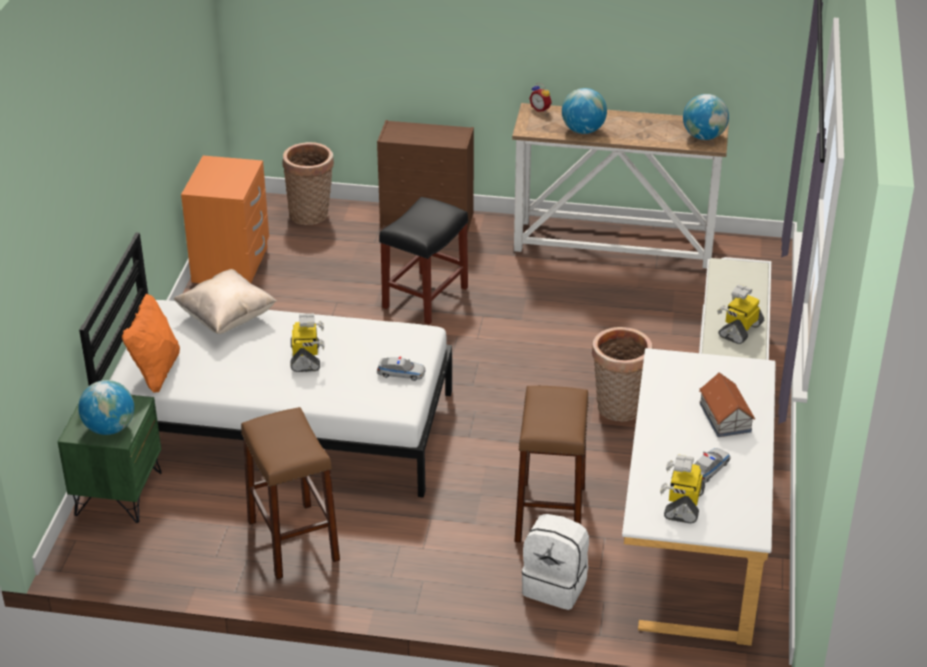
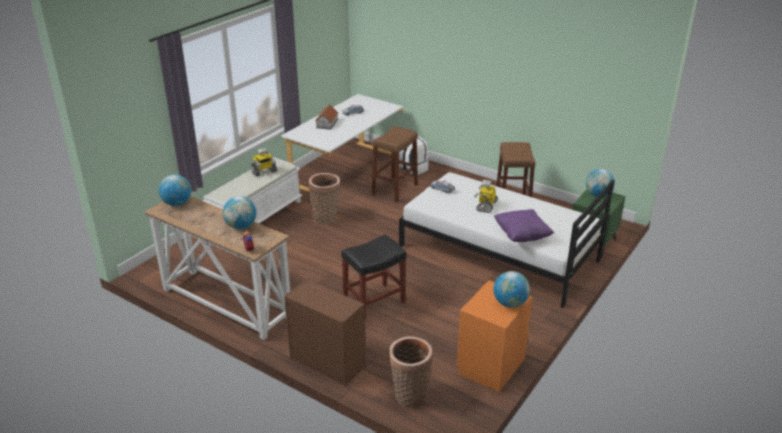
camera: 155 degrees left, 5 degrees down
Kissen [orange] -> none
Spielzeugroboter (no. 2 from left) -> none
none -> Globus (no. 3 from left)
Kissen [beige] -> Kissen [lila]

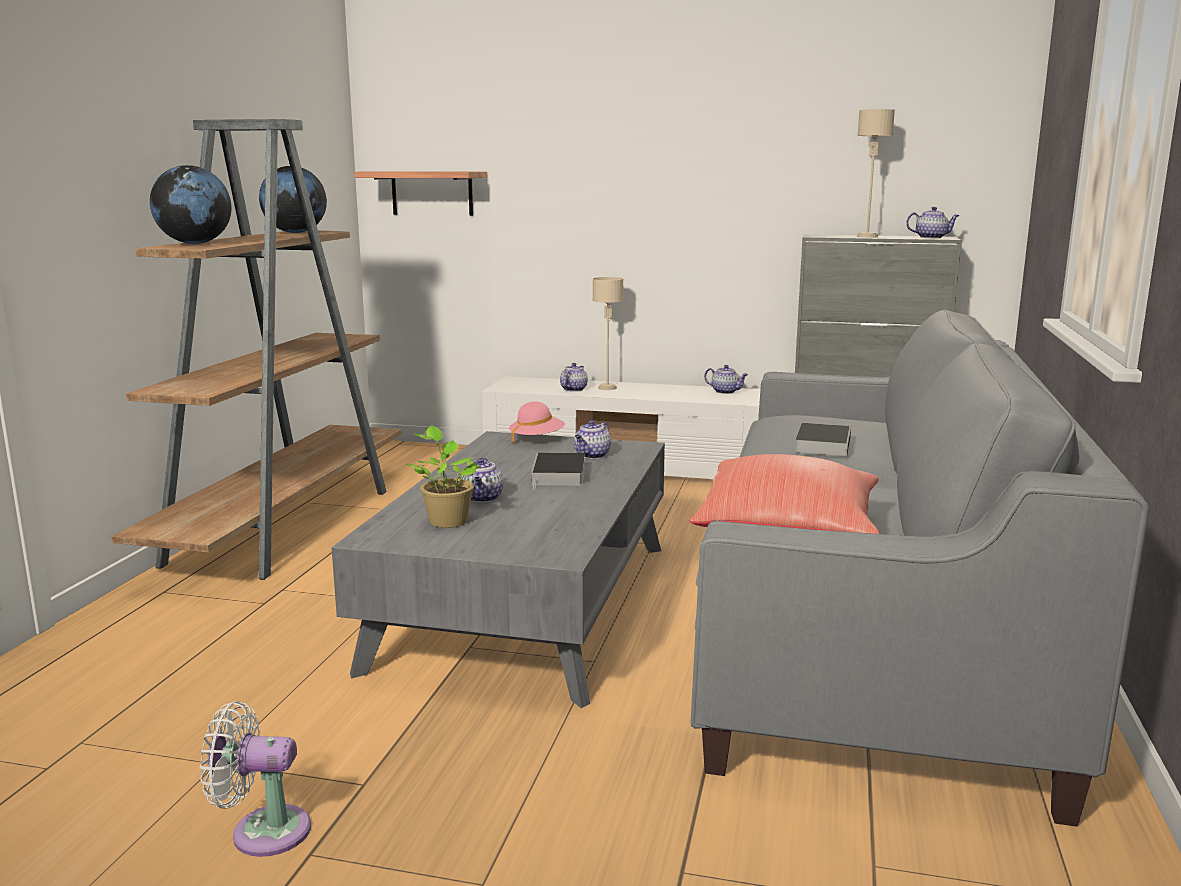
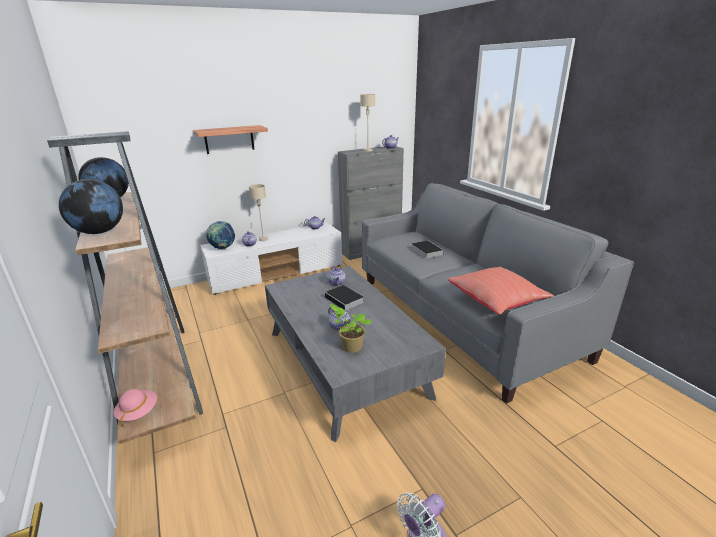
camera: 40 degrees left, 10 degrees up
none -> Globus (no. 3 from left)
Wandregal, shifted
Hut [rosa], shifted

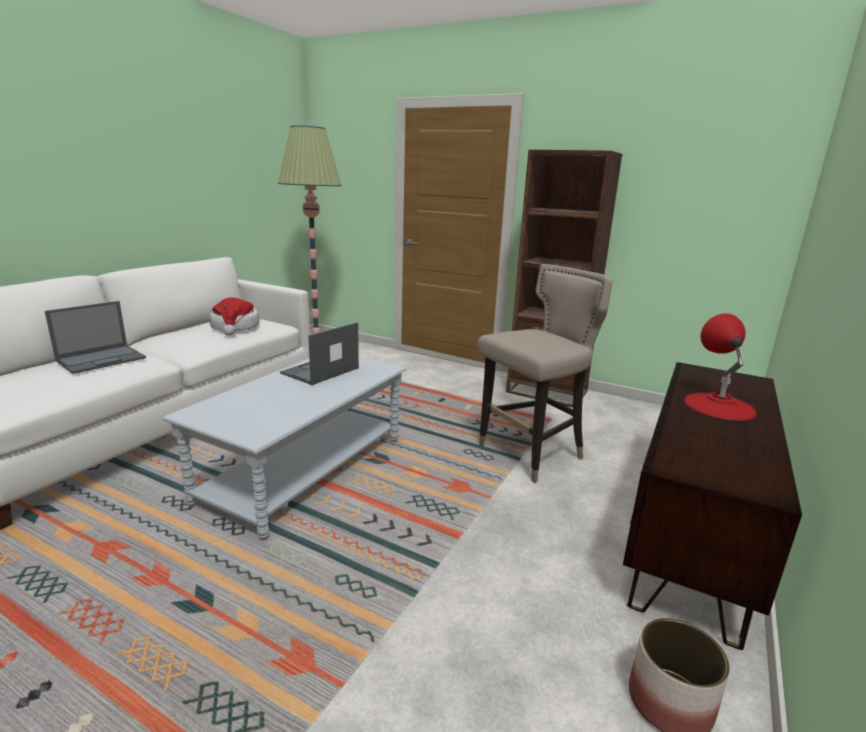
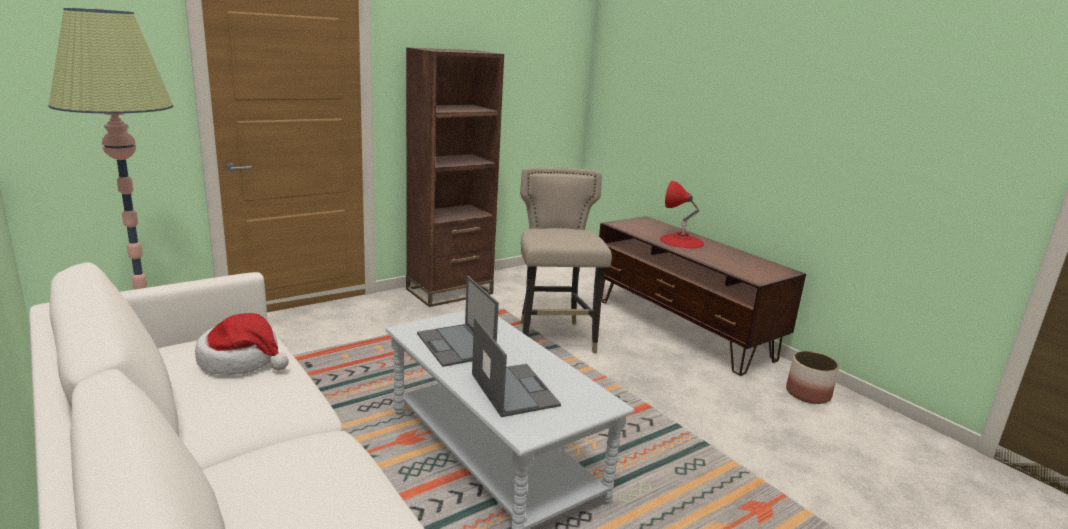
camera: 65 degrees left, 0 degrees up
Laptop (no. 1 from left in the first image) -> Laptop (no. 2 from left), shifted

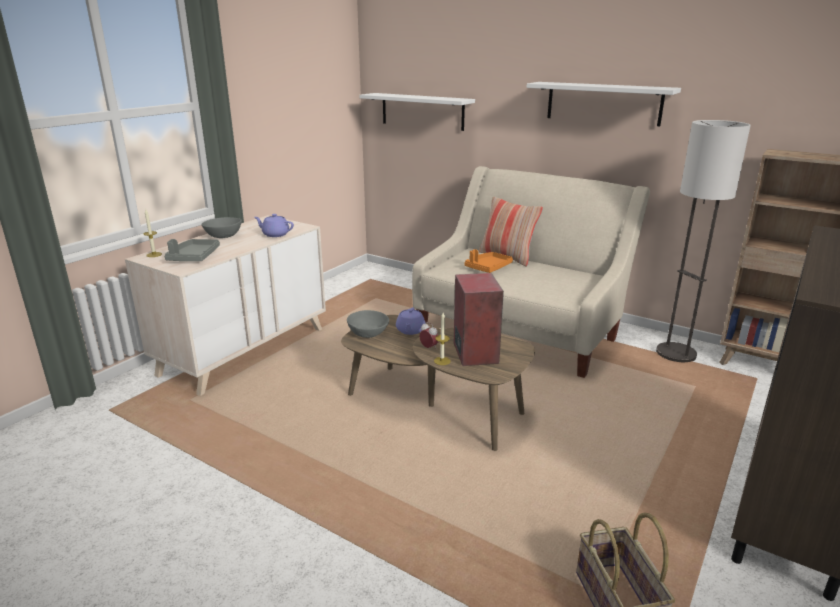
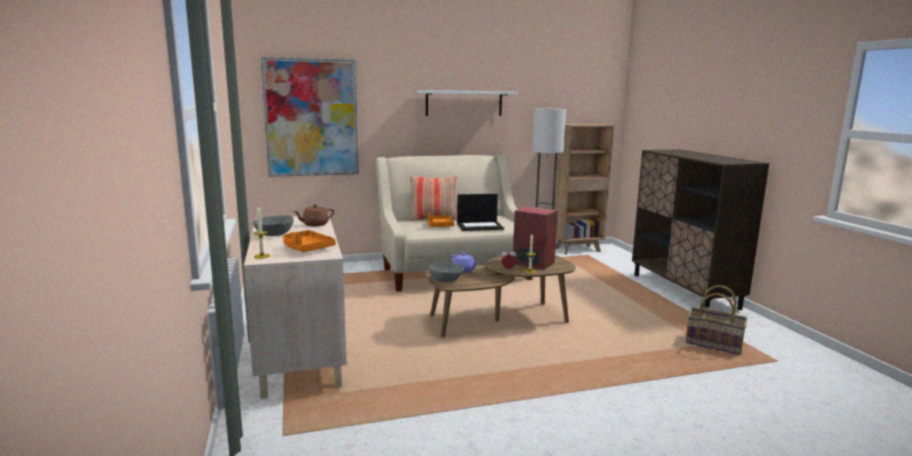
camera: 50 degrees left, 10 degrees down
none -> Laptop
Wandregal [weiß] (no. 1 from left) -> Bild
Tablett [grau] -> Tablett [orange] (no. 1 from left)
Teekanne [lila] (no. 1 from left) -> Teekanne [braun]

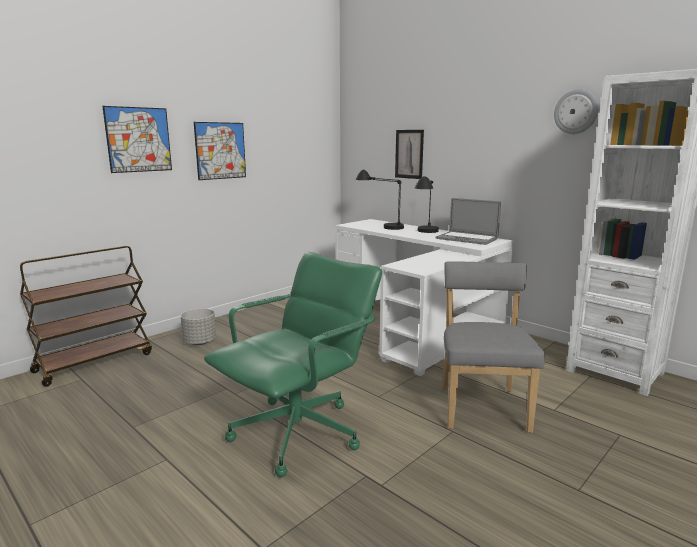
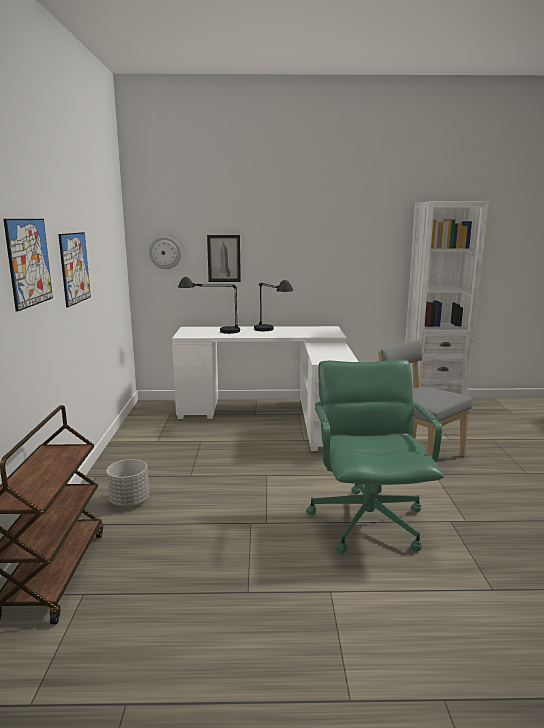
camera: 45 degrees left, 0 degrees up
Laptop -> none
Wanduhr, shifted

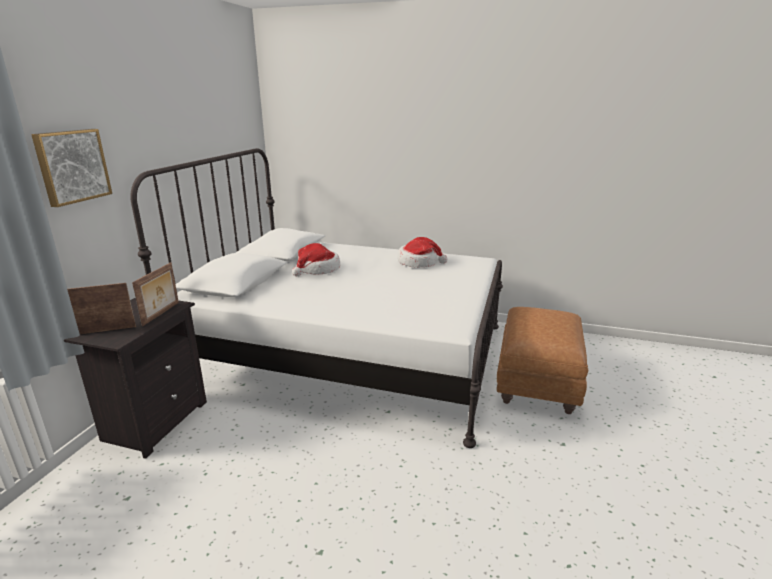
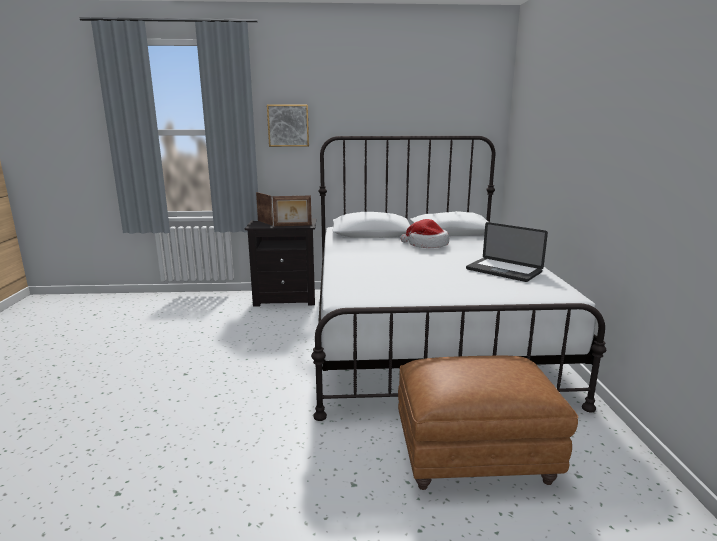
camera: 70 degrees right, 5 degrees down
Hut (no. 2 from left) -> Laptop

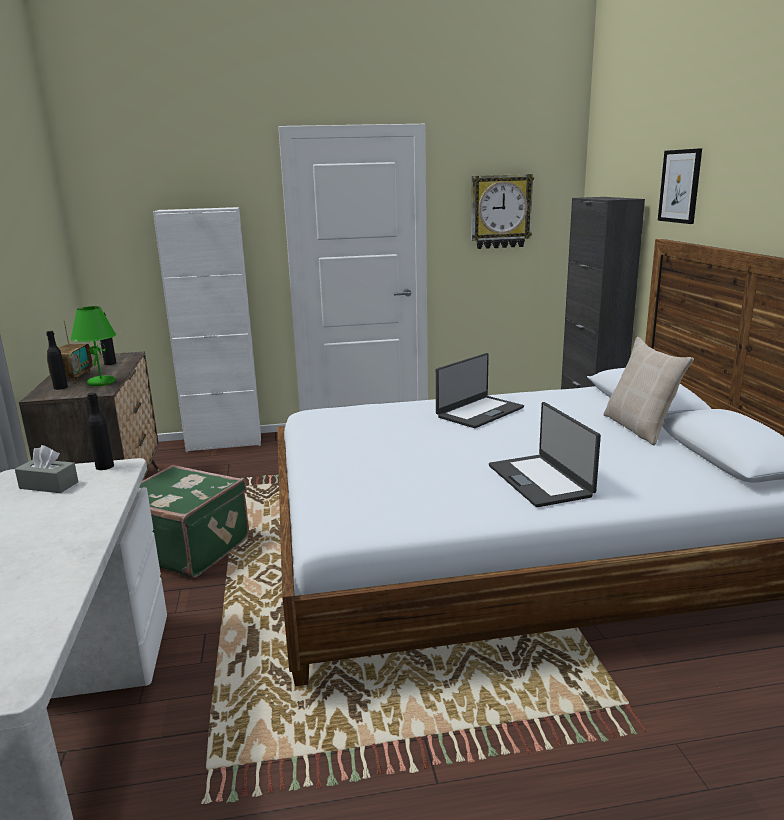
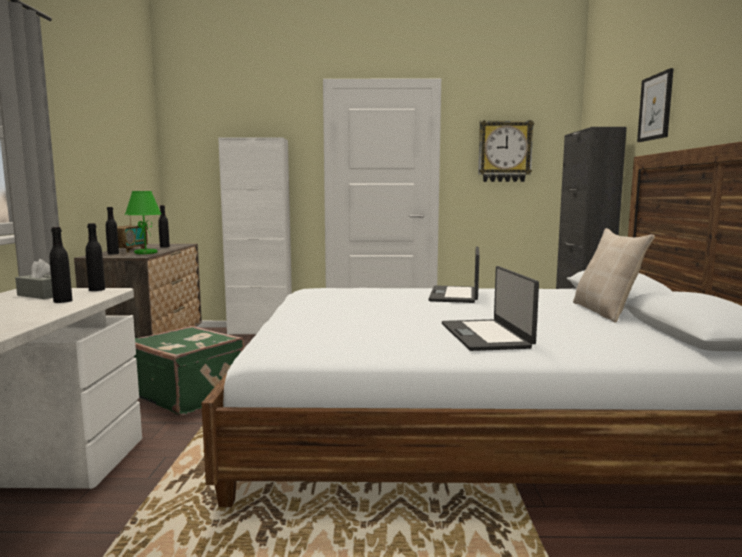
camera: 10 degrees right, 10 degrees down
none -> Flasche [schwarz] (no. 1 from left)
Laptop (no. 1 from left), 135 degrees clockwise

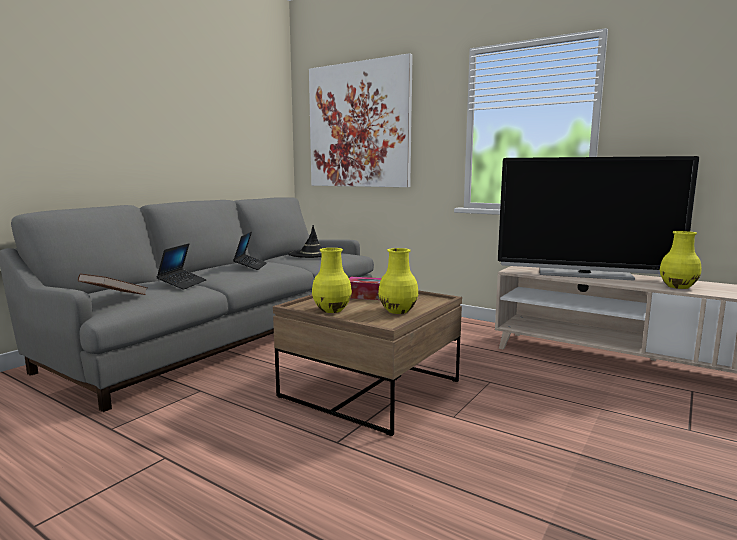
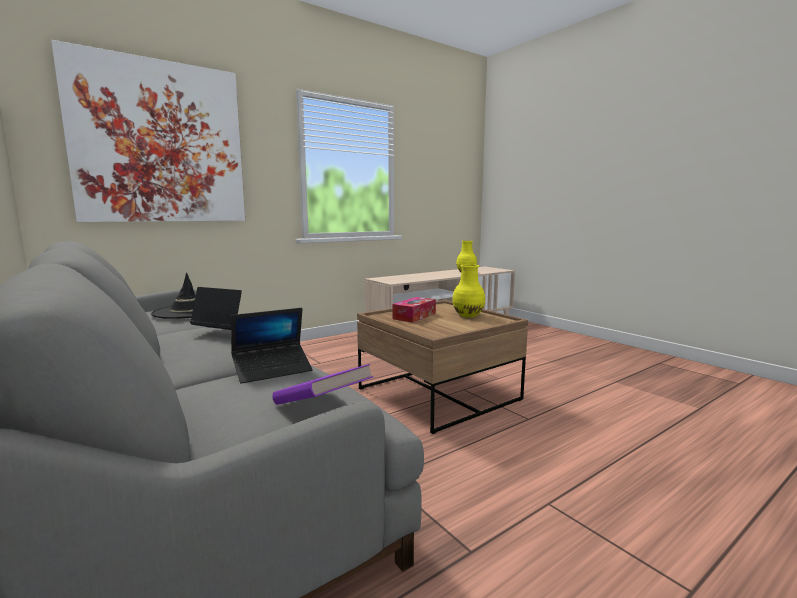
camera: 70 degrees left, 0 degrees up
Vase [gelb] (no. 1 from left) -> none
Fernseher -> none
Buch [braun] -> Buch [lila]
Laptop (no. 1 from left in the first image) -> Laptop (no. 2 from left), 120 degrees clockwise

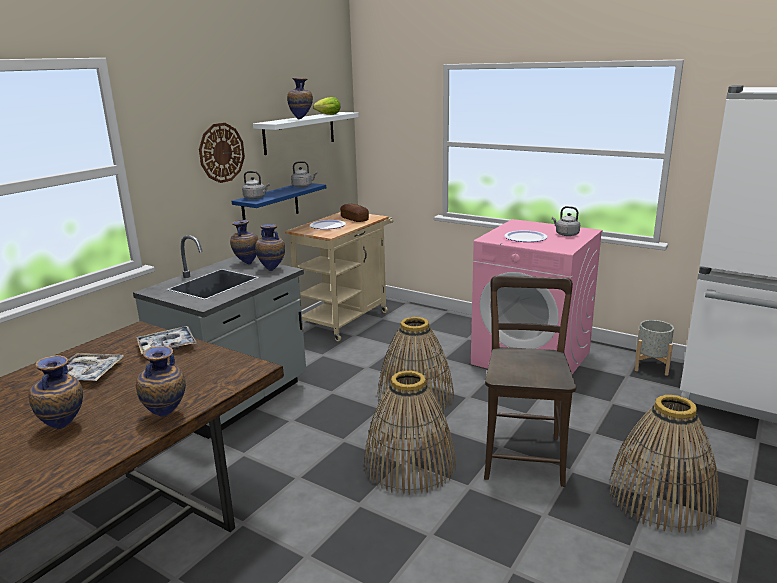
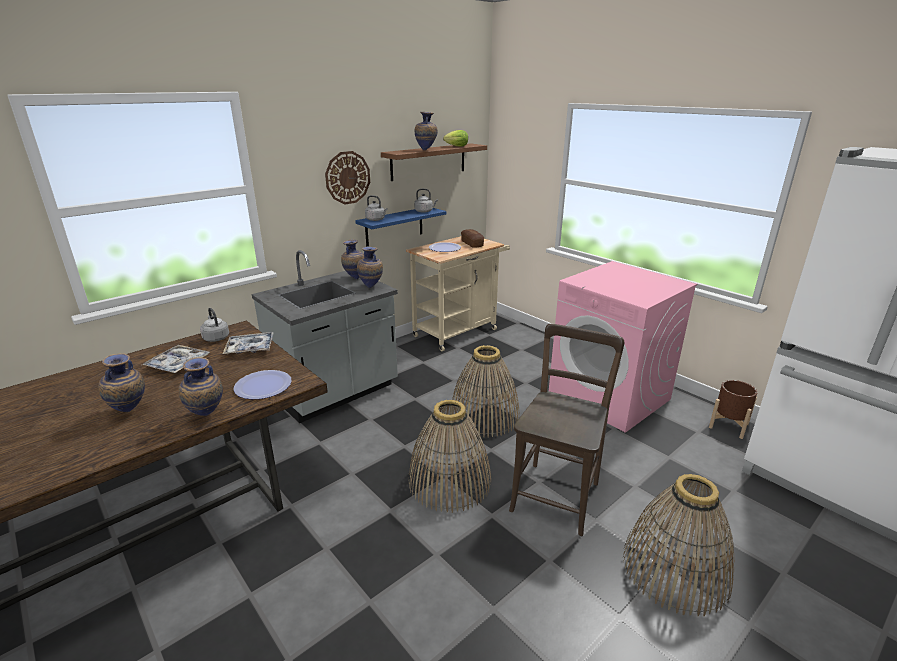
camera: 15 degrees right, 5 degrees up
Teller (no. 2 from left in the first image) -> Teller (no. 1 from left), shifted
Wasserkessel [grau] (no. 3 from left in the first image) -> Wasserkessel [grau] (no. 1 from left), shifted
Wandregal [weiß] -> Wandregal [braun]
Pflanzkübel [grau] -> Pflanzkübel [braun]

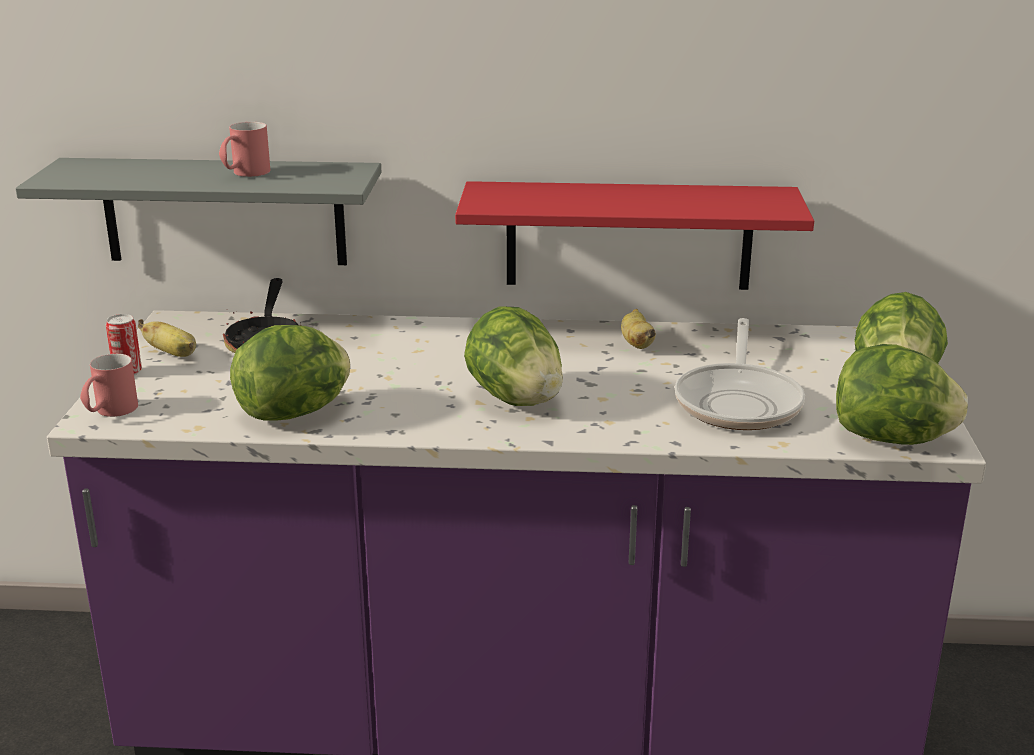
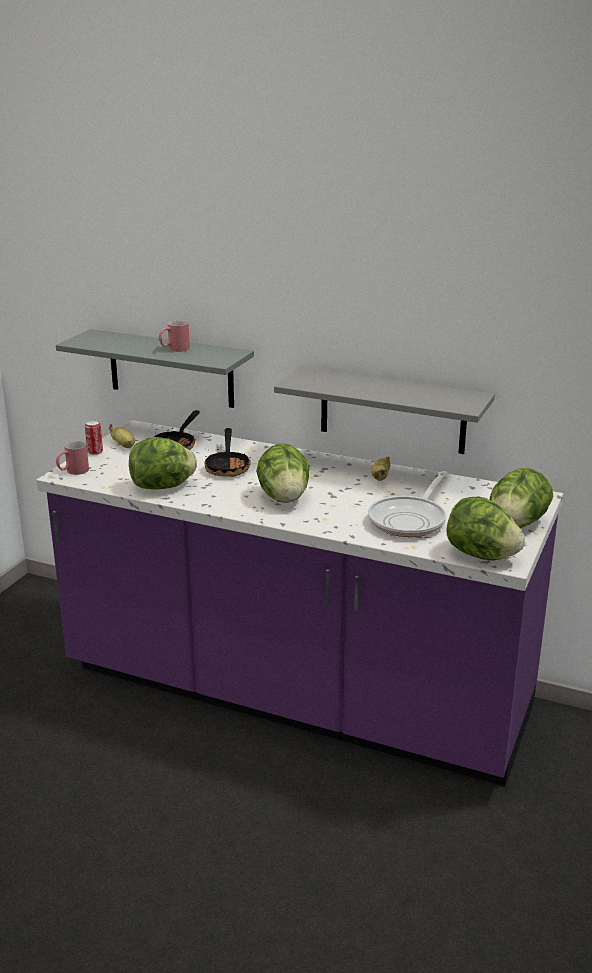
camera: 20 degrees right, 0 degrees up
none -> Pfanne (no. 2 from left)
Wandregal [rot] -> Wandregal [grau] (no. 2 from left)

